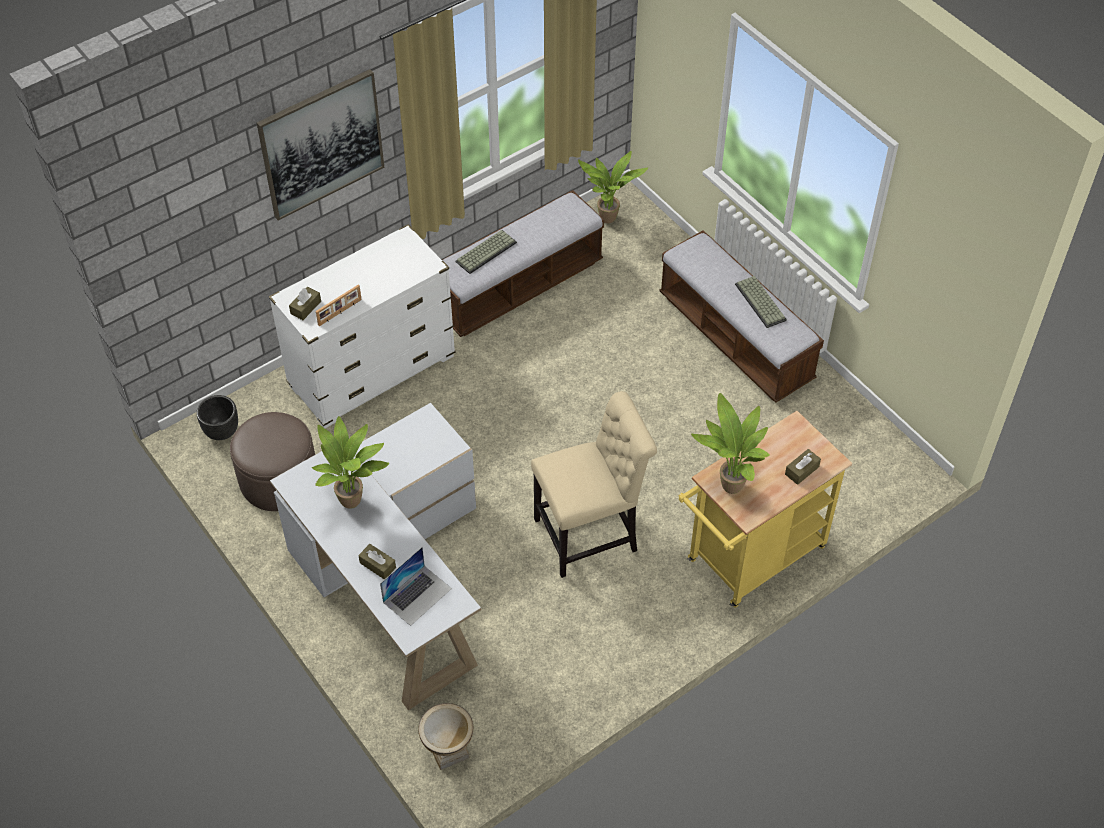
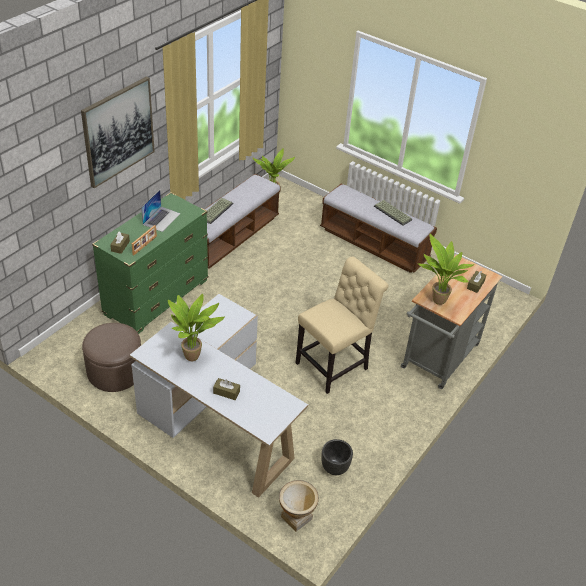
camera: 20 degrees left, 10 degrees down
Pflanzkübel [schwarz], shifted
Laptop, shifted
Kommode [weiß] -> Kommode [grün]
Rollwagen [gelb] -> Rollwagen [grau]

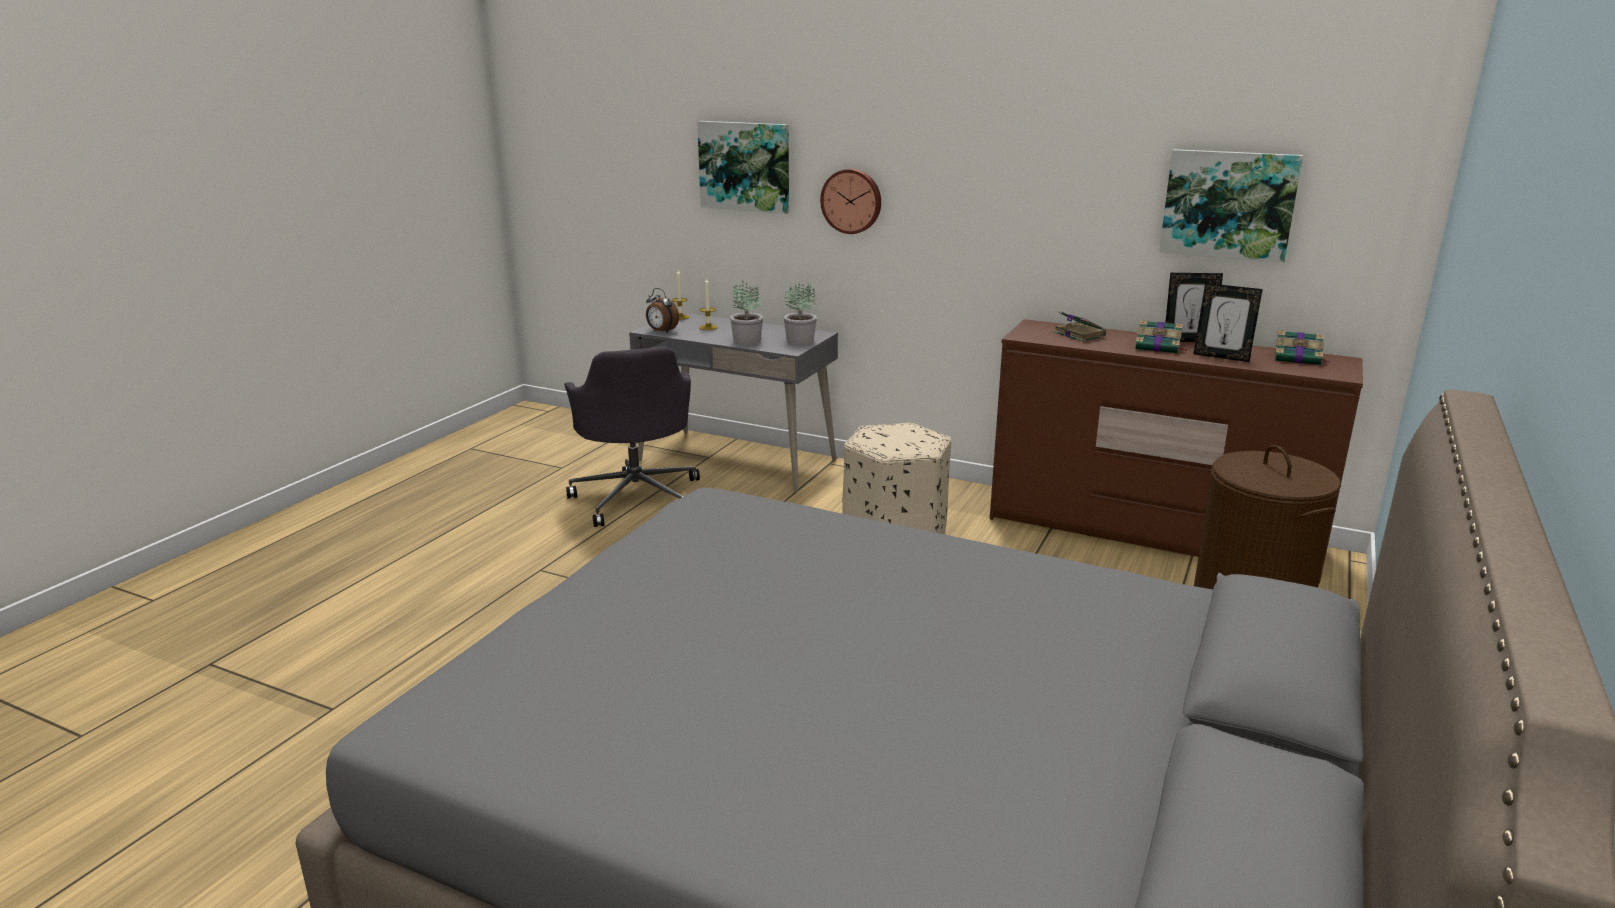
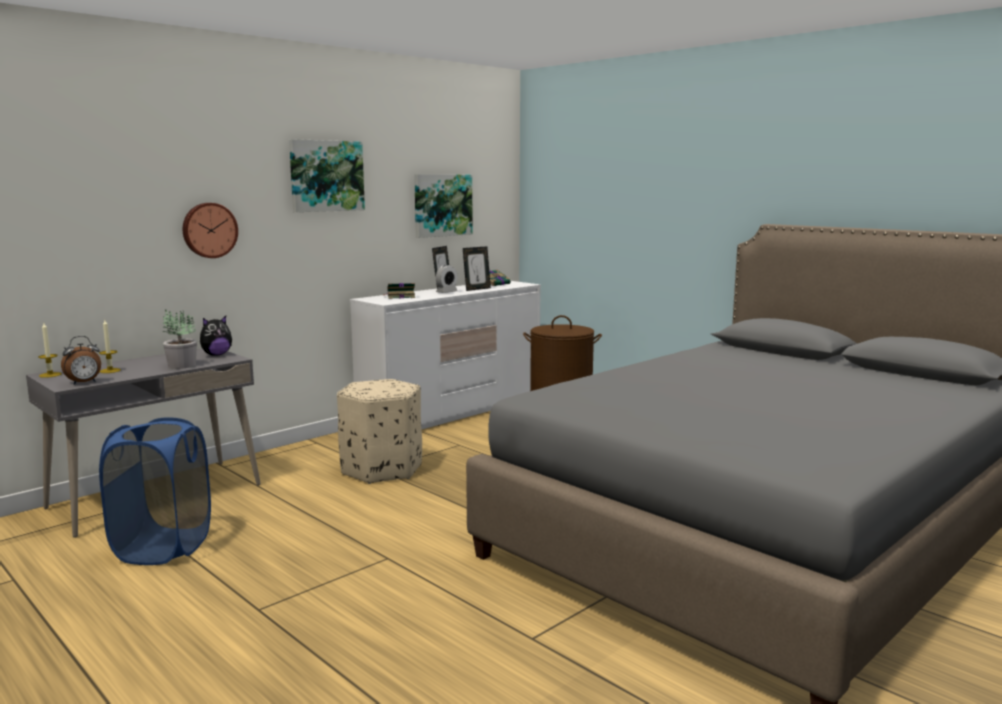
camera: 70 degrees left, 10 degrees down
Bild (no. 1 from left), shifted
Bürostuhl [grau] -> Wäschekorb [blau]
Topfpflanze (no. 2 from left) -> Plüschtier
Buch (no. 2 from left) -> Wecker (no. 2 from left)
Kommode [braun] -> Kommode [weiß]

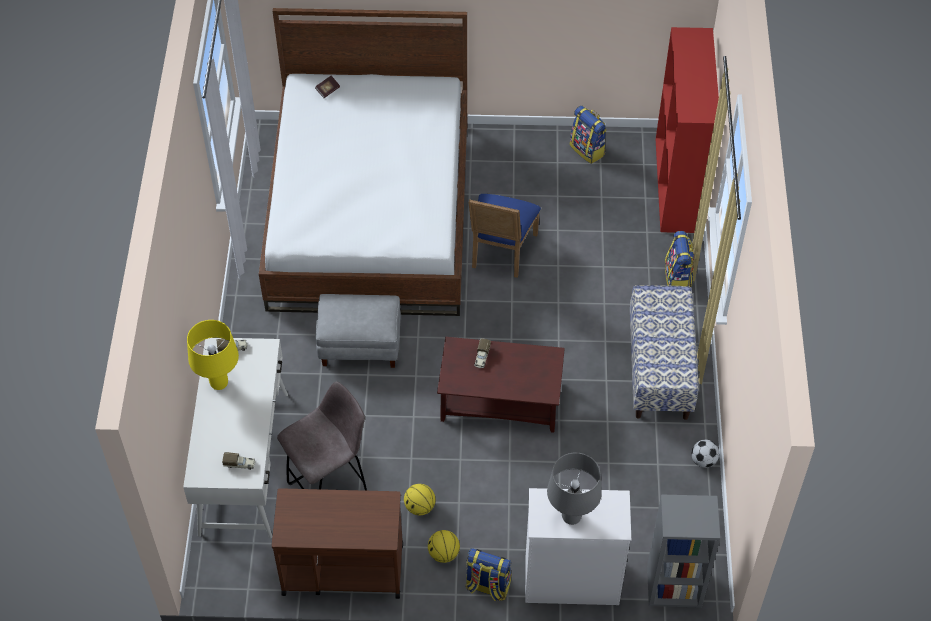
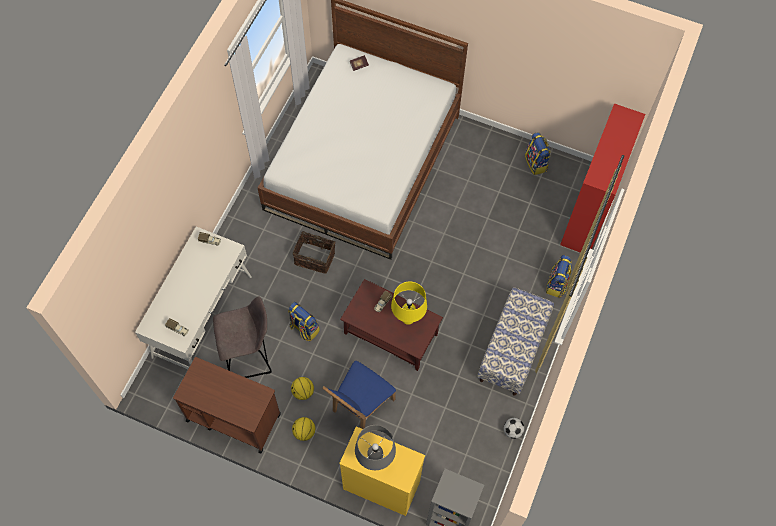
camera: 20 degrees right, 10 degrees up
Tischlampe [gelb], shifted
Rucksack (no. 1 from left), shifted
Stuhl [blau], shifted
Polsterhocker [grau] -> Korb
Kommode [weiß] -> Kommode [gelb]

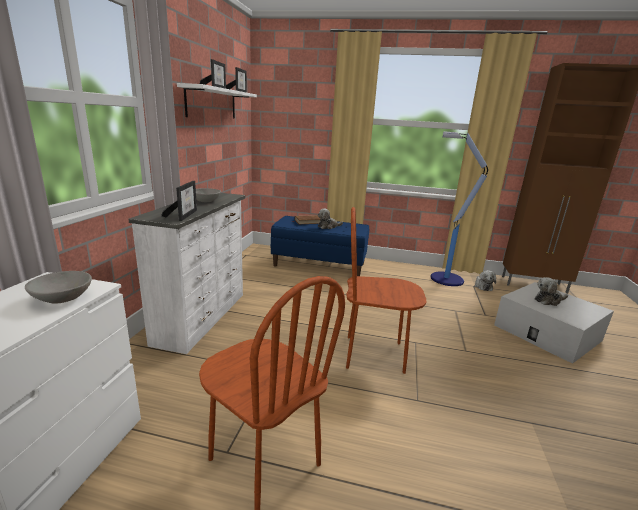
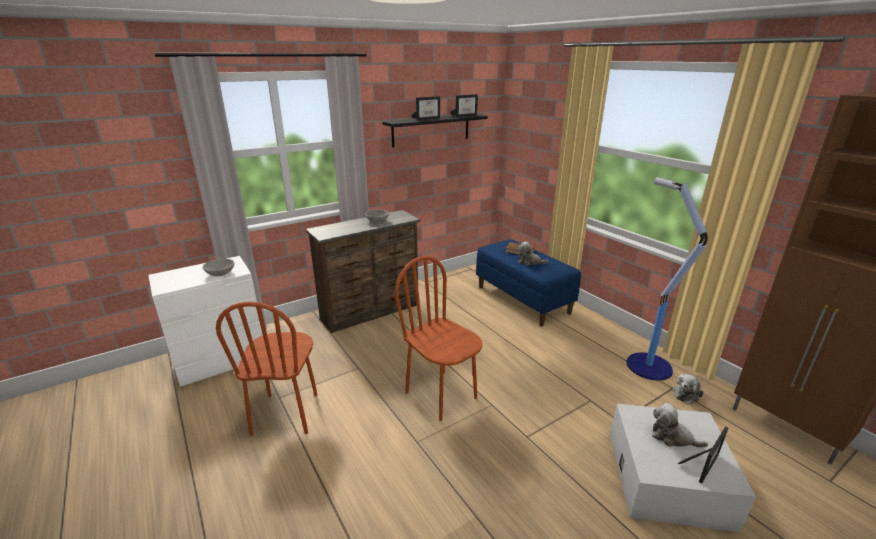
camera: 45 degrees right, 5 degrees up
Bilderrahmen (no. 1 from left in the first image) -> Bilderrahmen (no. 3 from left), shifted
Kommode [weiß] (no. 2 from left) -> Kommode [braun]
Wandregal [weiß] -> Wandregal [schwarz]

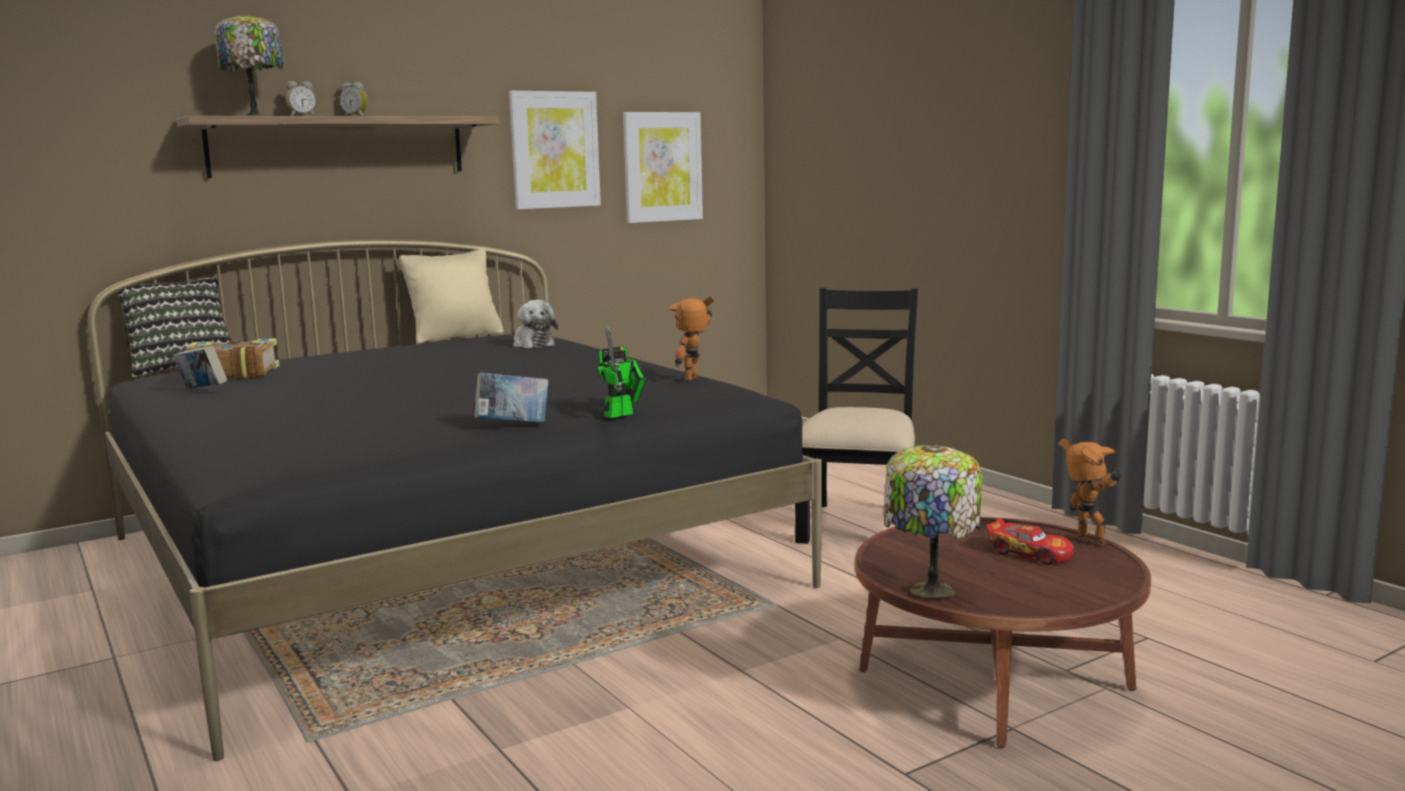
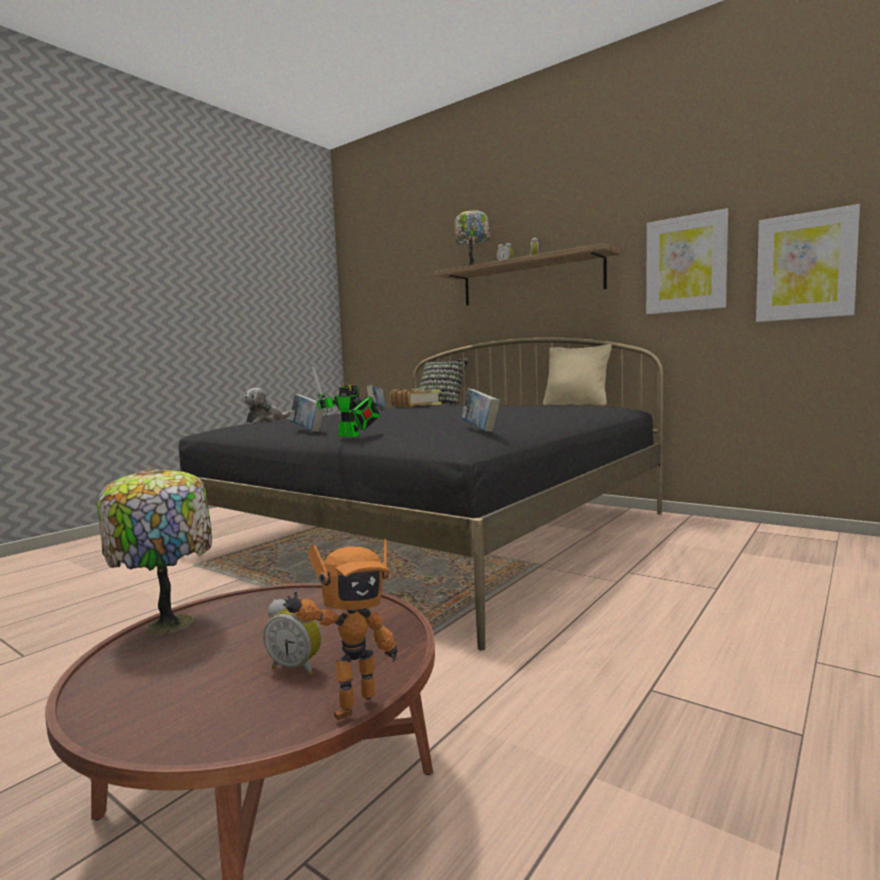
camera: 70 degrees right, 5 degrees down
Stuhl [schwarz] -> none
Plüschtier, shifted
Spielzeugroboter (no. 2 from left) -> Buch (no. 4 from left)
Spielzeugauto -> Wecker (no. 1 from left)

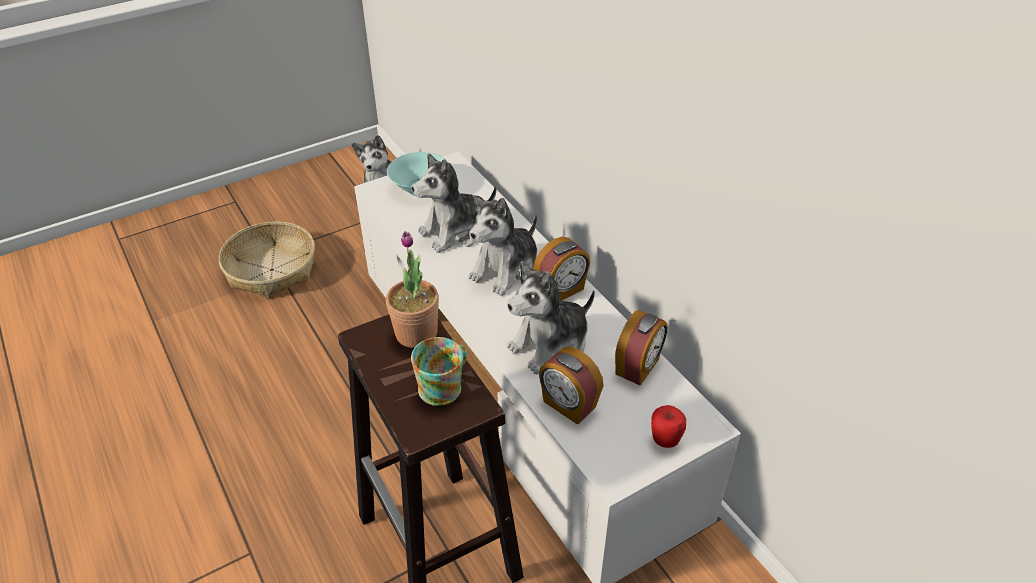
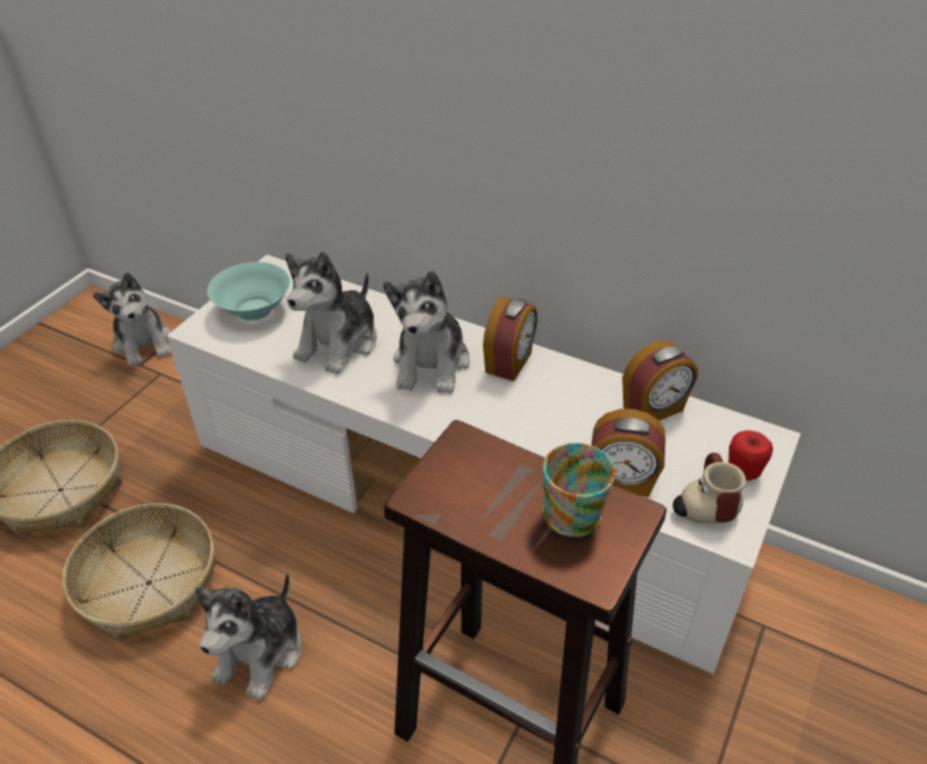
camera: 30 degrees left, 0 degrees up
Topfpflanze -> none
none -> Korb (no. 2 from left)
none -> Henkelbecher (no. 2 from left)
Plüschtier (no. 4 from left in the first image) -> Plüschtier (no. 2 from left), shifted
Wecker (no. 3 from left), 60 degrees clockwise

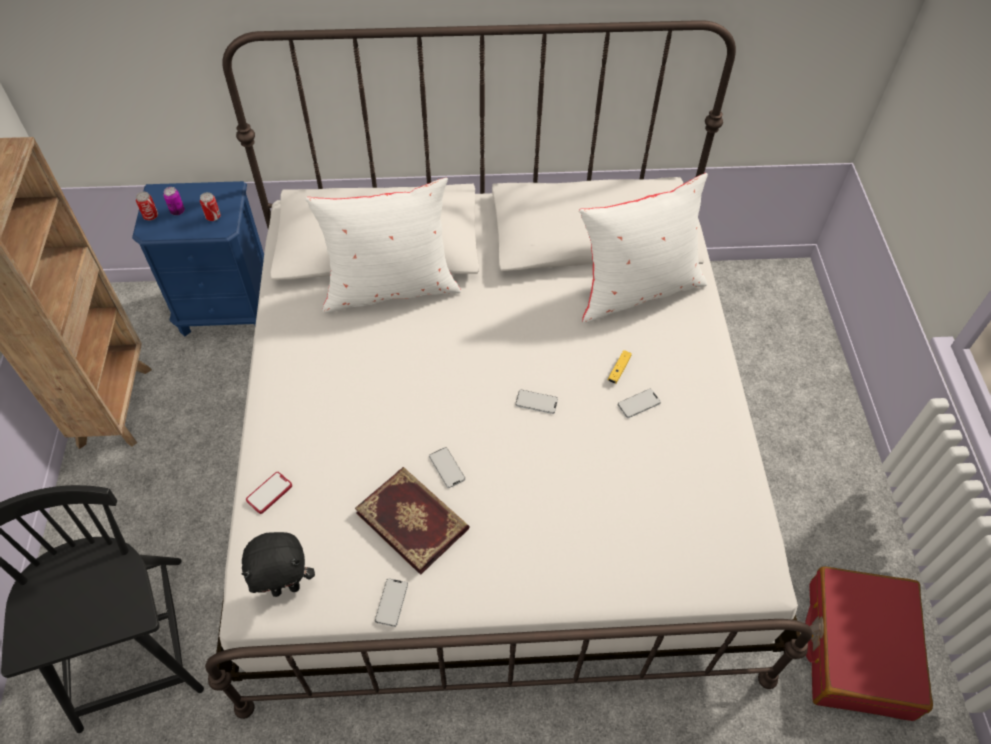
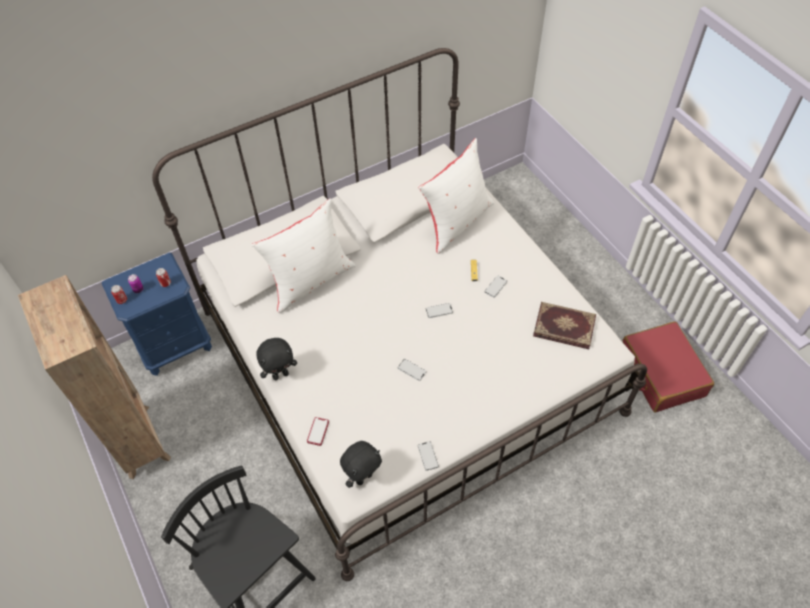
camera: 25 degrees left, 0 degrees up
none -> Plüschtier [schwarz] (no. 1 from left)
Buch, shifted

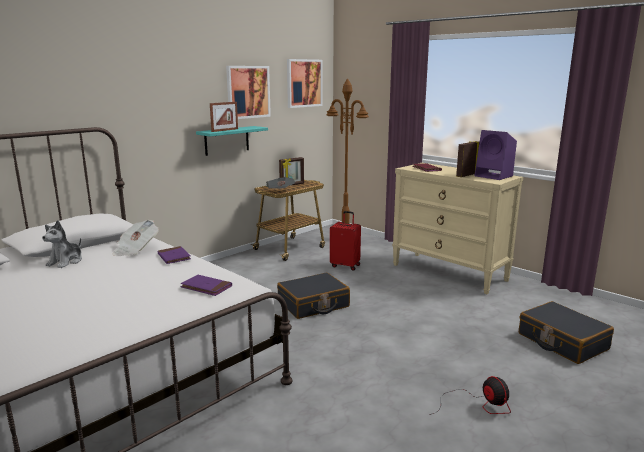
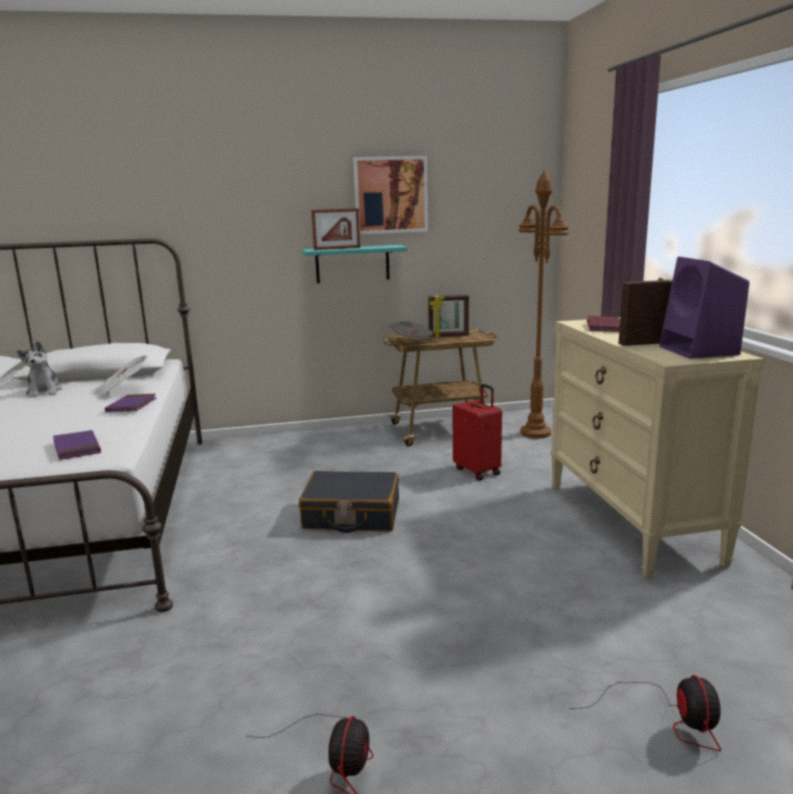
camera: 35 degrees right, 0 degrees up
Bild (no. 2 from left) -> none
Koffer [schwarz] (no. 2 from left) -> Ventilator (no. 2 from left)
Plüschtier, 75 degrees counterclockwise

